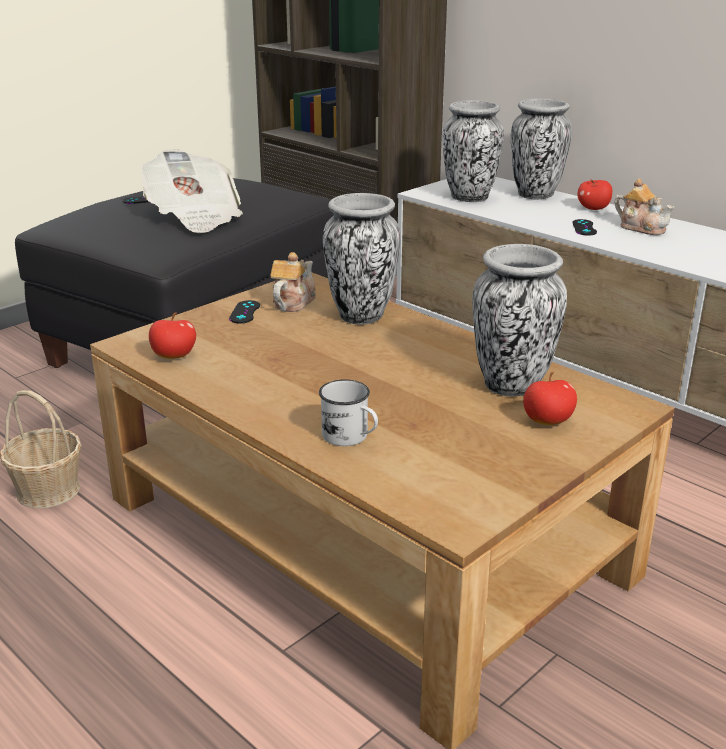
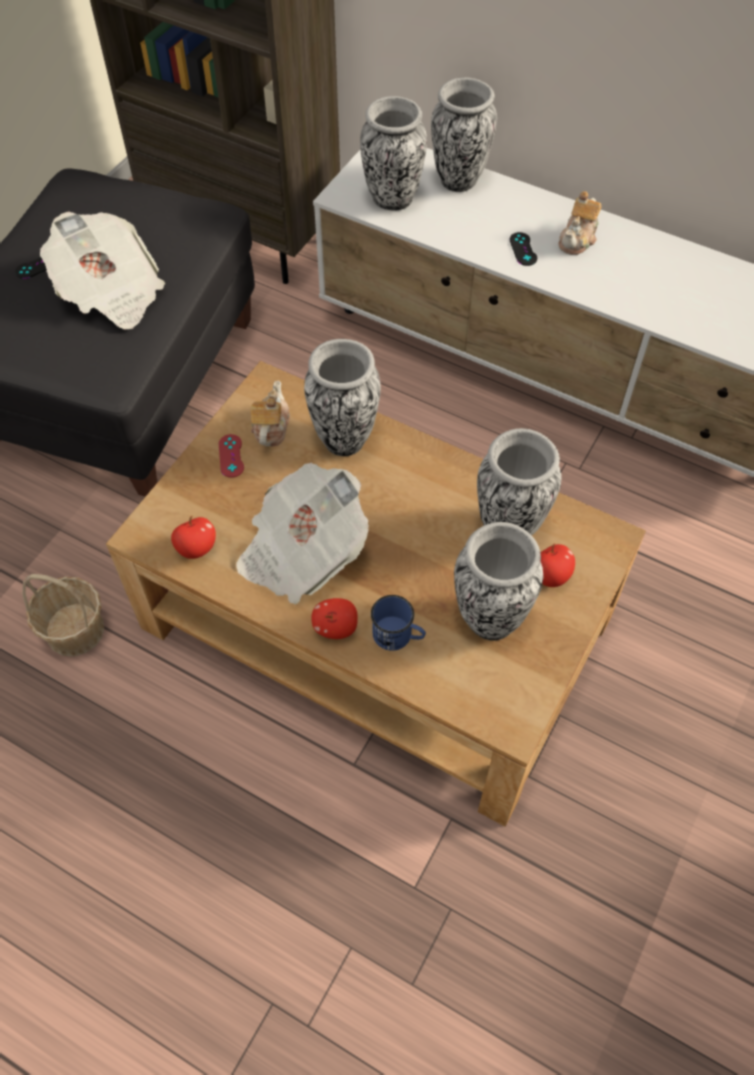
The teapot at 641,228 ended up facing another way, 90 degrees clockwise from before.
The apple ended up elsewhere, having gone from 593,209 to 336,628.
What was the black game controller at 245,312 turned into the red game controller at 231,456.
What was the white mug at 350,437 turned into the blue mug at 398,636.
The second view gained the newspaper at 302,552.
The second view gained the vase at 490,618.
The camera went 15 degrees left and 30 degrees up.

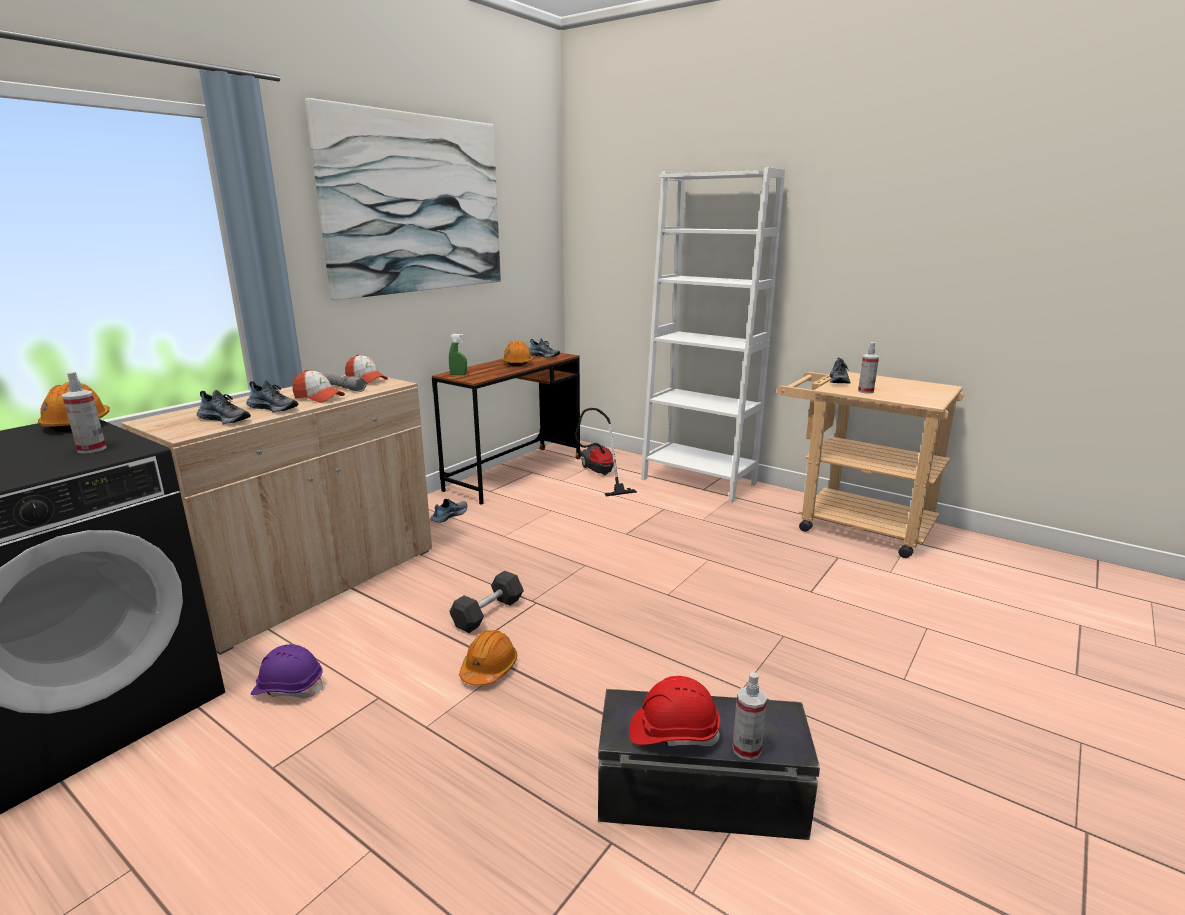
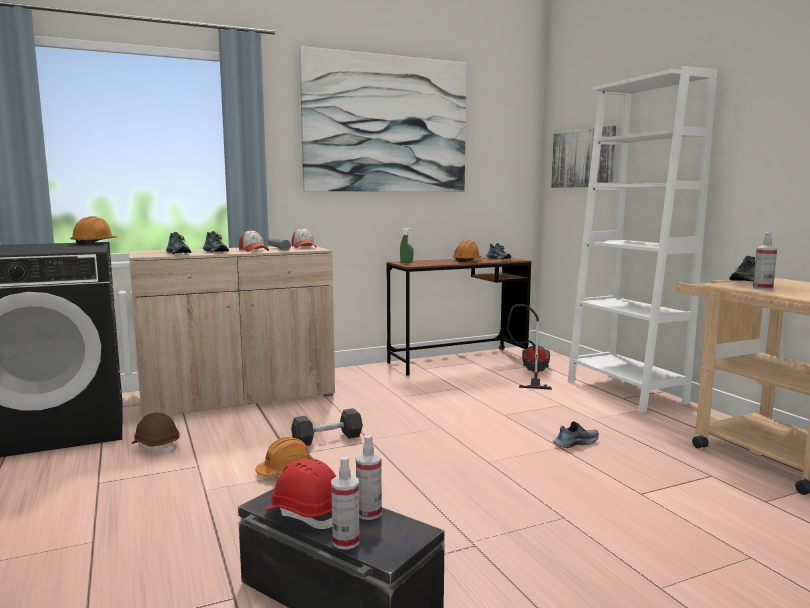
The spray bottle ended up elsewhere, having gone from 92,449 to 369,513.
The shoe ended up elsewhere, having gone from 449,516 to 575,443.
What was the purple hard hat at 289,688 turned into the brown hard hat at 156,447.
The second view gained the picture at 583,158.
The camera went 30 degrees right and 10 degrees down.

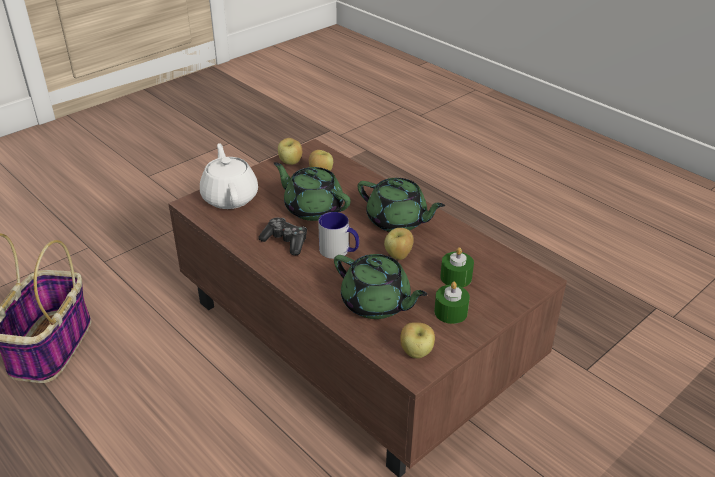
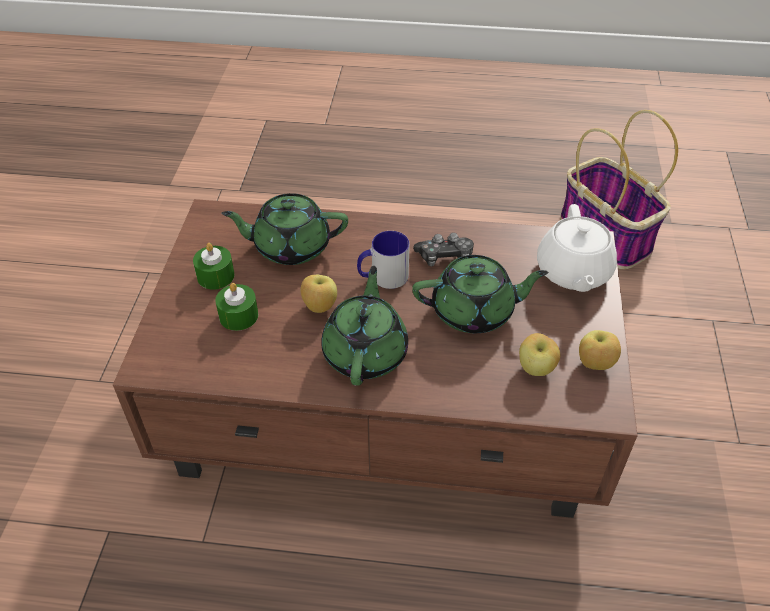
The white teapot at 230,197 ended up facing another way, 60 degrees clockwise from before.
The green teapot at 397,221 ended up facing another way, 105 degrees clockwise from before.
The second view lost the apple at 416,353.
The camera went 140 degrees right and 10 degrees up.

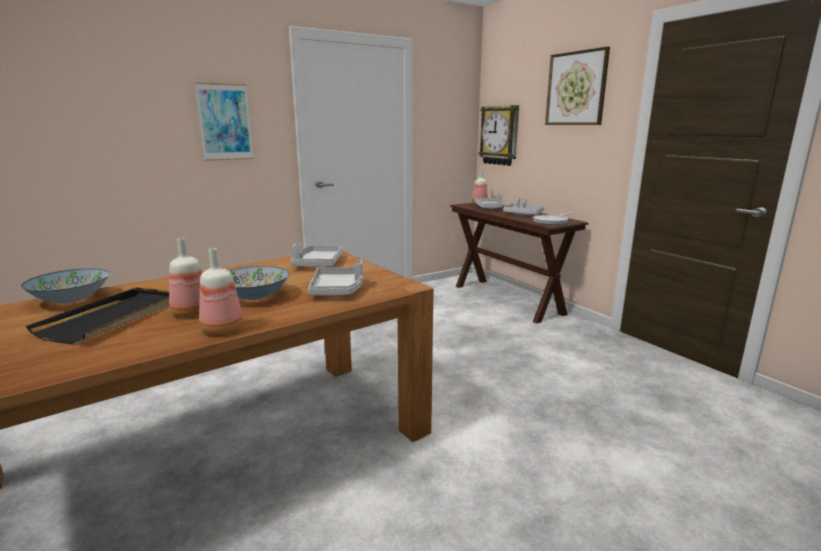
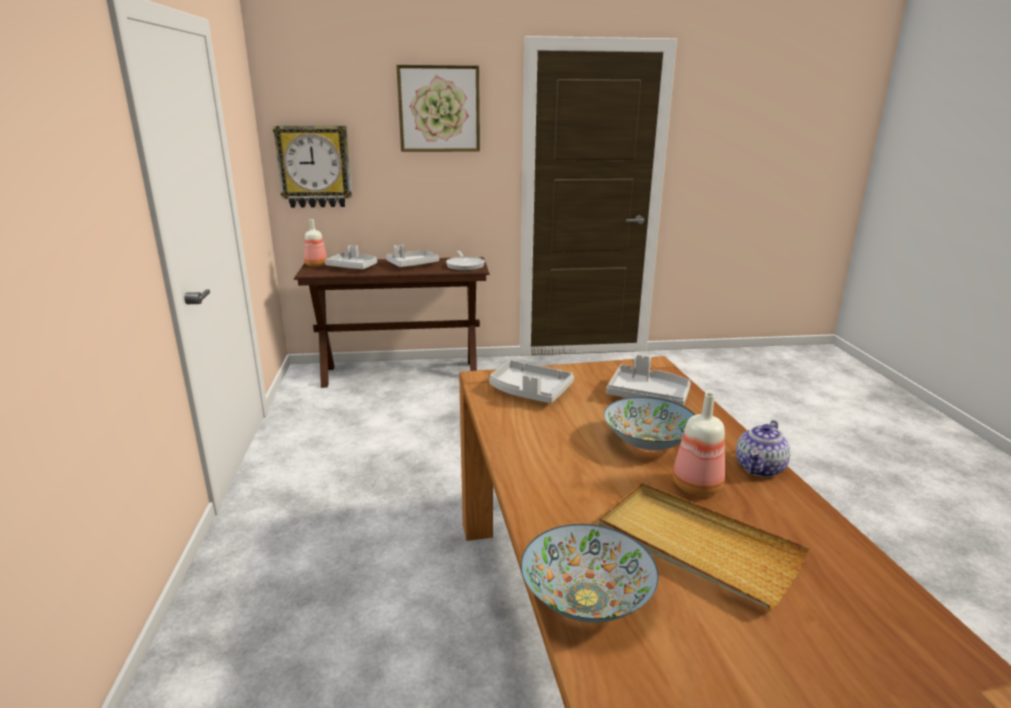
The second view lost the picture at 225,122.
Where the bottle stood at 223,330, the teapot came to stand at 760,468.
What was the black tray at 113,317 turned into the beige tray at 696,547.
The camera went 65 degrees left and 5 degrees up.

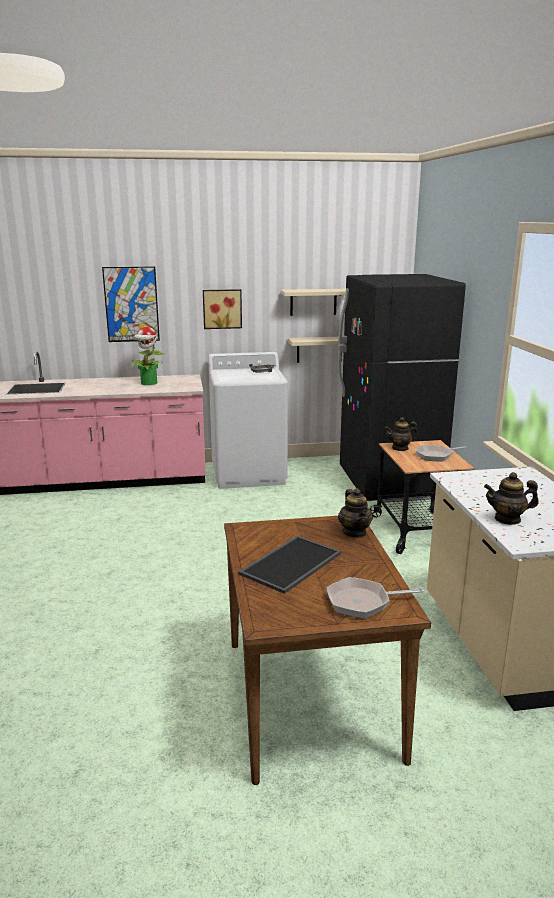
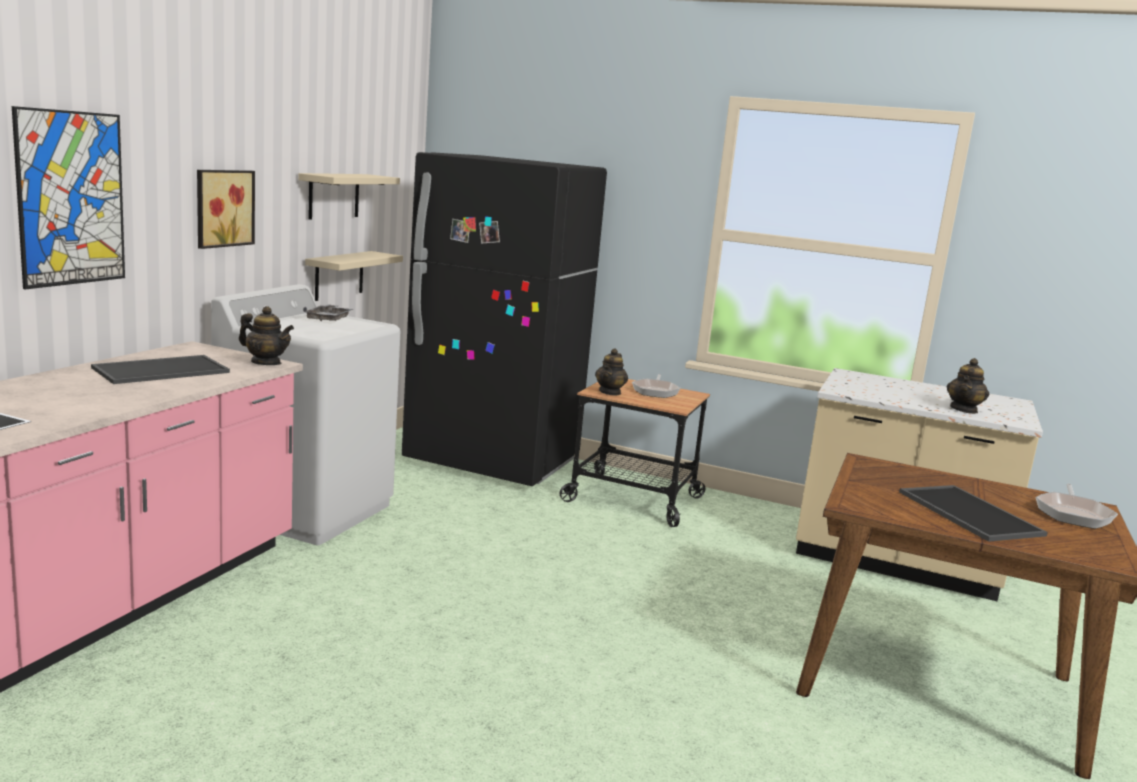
Where the potted plant stood at 149,383, the tray came to stand at 162,370.
The teapot ended up elsewhere, having gone from 355,532 to 266,363.
The camera went 60 degrees left and 5 degrees down.

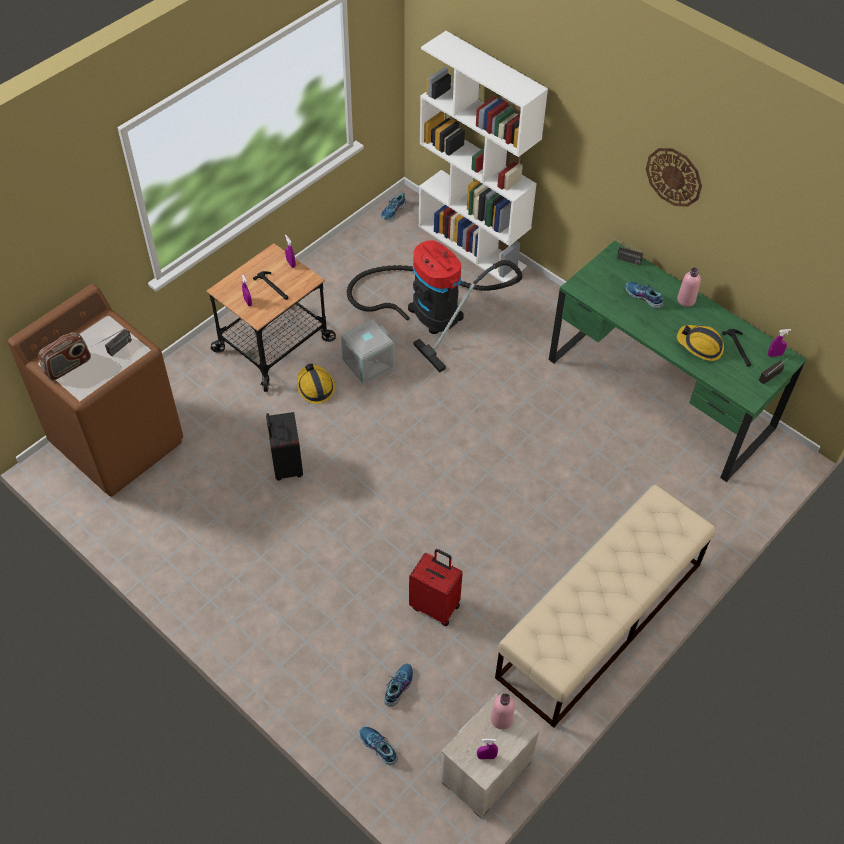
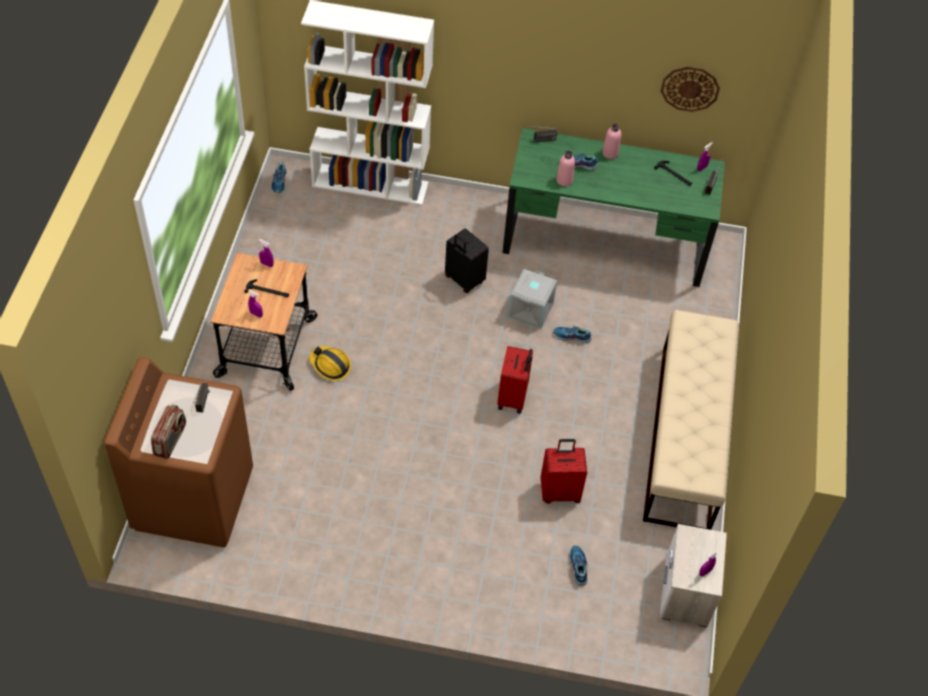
The wall clock ended up elsewhere, having gone from 674,176 to 690,88.
The second view lost the vacuum cleaner at 430,310.
The grey storage box ended up elsewhere, having gone from 368,364 to 531,310.
The second view lost the hard hat at 700,346.
The black suitcase ended up elsewhere, having gone from 286,466 to 463,280.
The pink bottle ended up elsewhere, having gone from 501,719 to 564,180.
The shoe ended up elsewhere, having gone from 378,747 to 571,337.
The second view gained the red suitcase at 513,398.
The camera went 35 degrees left and 0 degrees up.

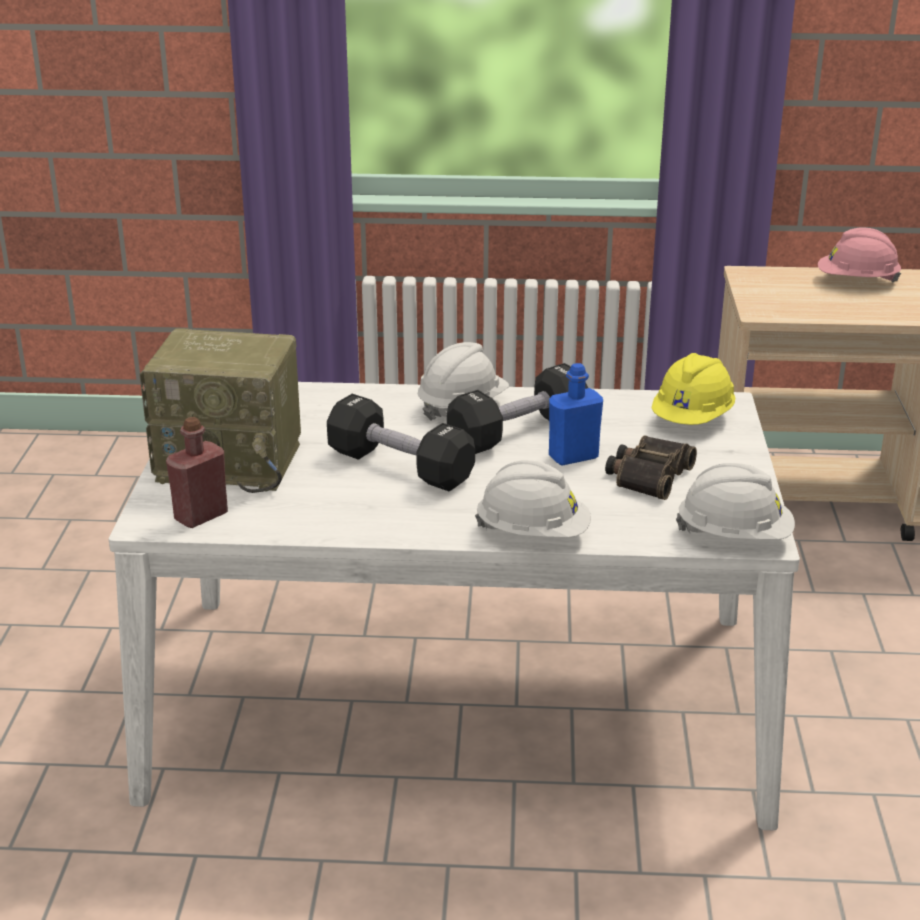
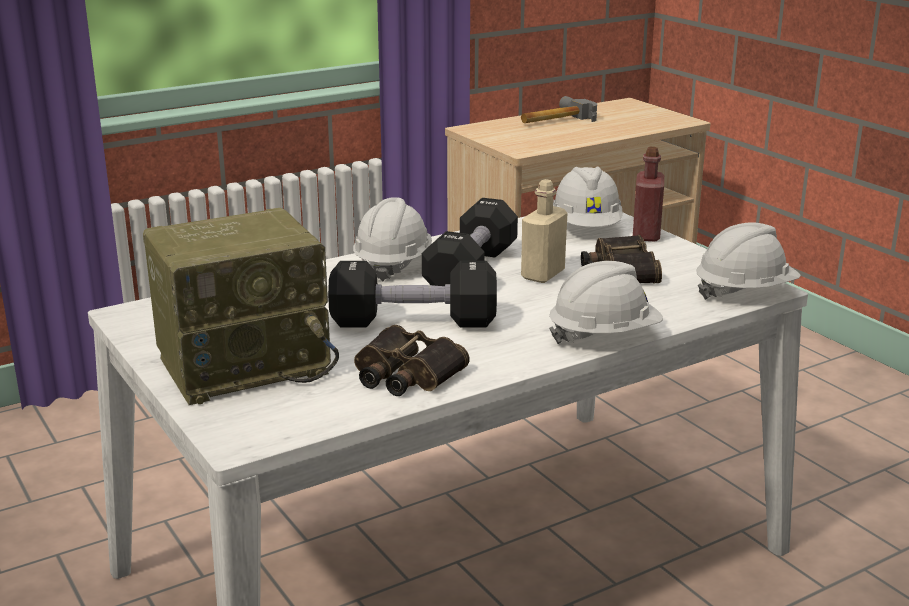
Where the pink hard hat stood at 856,282, the hammer came to stand at 554,120.
What was the yellow hard hat at 692,419 turned into the white hard hat at 586,227.
What was the blue bottle at 573,456 turned into the beige bottle at 543,274.
The red bottle ended up elsewhere, having gone from 201,516 to 646,234.
The second view gained the binoculars at 404,374.
The camera went 35 degrees left and 5 degrees down.

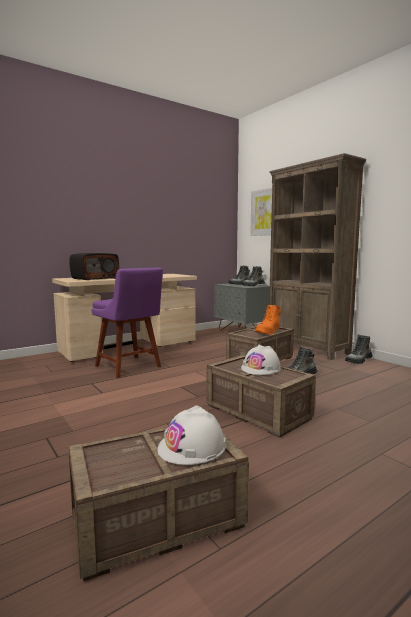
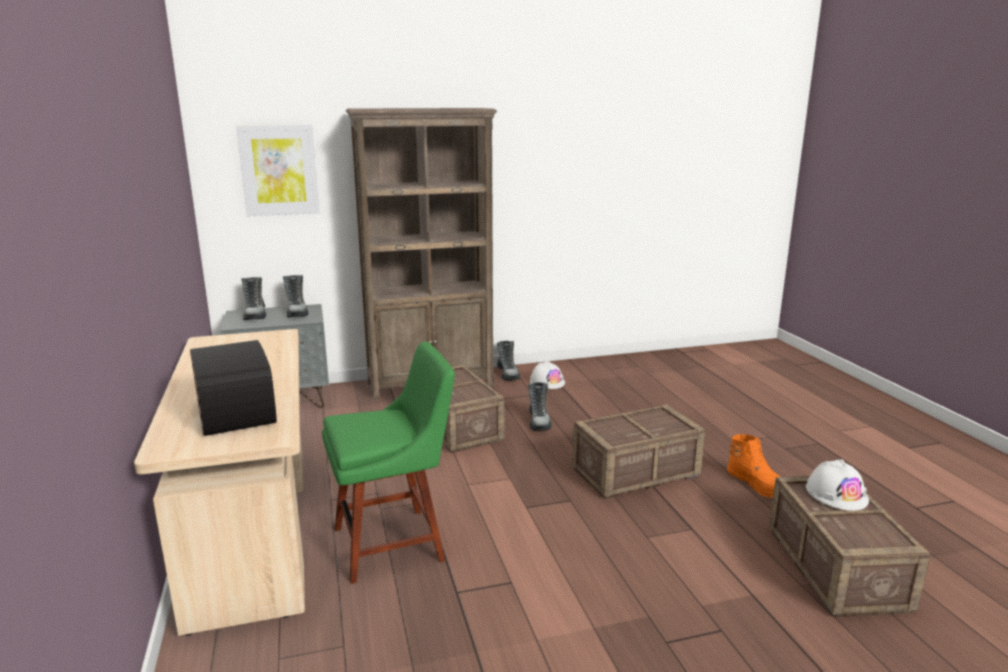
What was the purple chair at 129,367 turned into the green chair at 394,542.
The orange boot ended up elsewhere, having gone from 268,332 to 757,485.
The white hard hat ended up elsewhere, having gone from 261,368 to 547,382.
The camera went 70 degrees left and 10 degrees up.

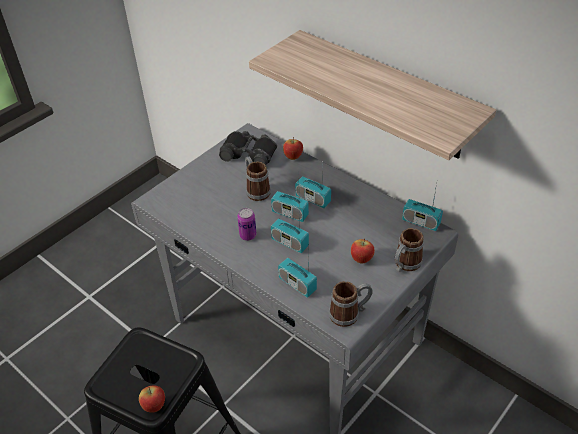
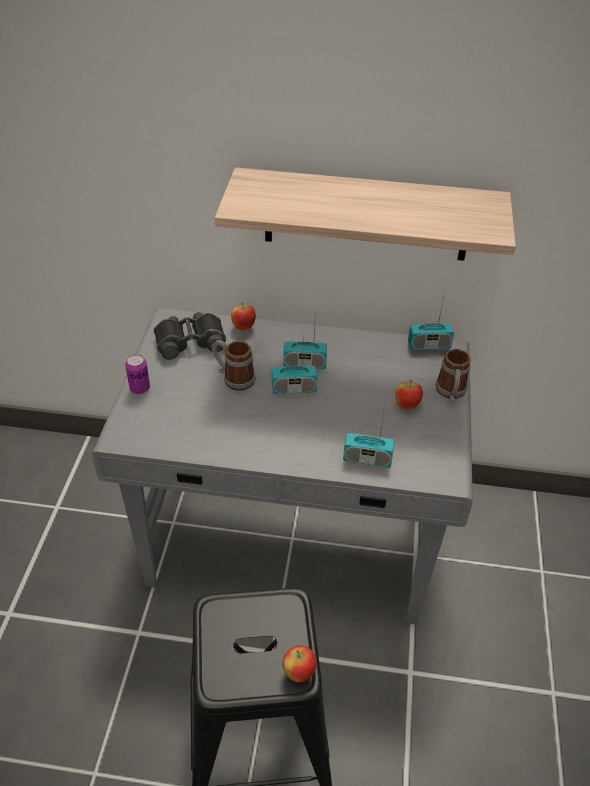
The second view lost the radio at 289,243.
The can ended up elsewhere, having gone from 248,235 to 140,388.
The second view lost the mug at 349,313.
The camera went 35 degrees left and 0 degrees up.

